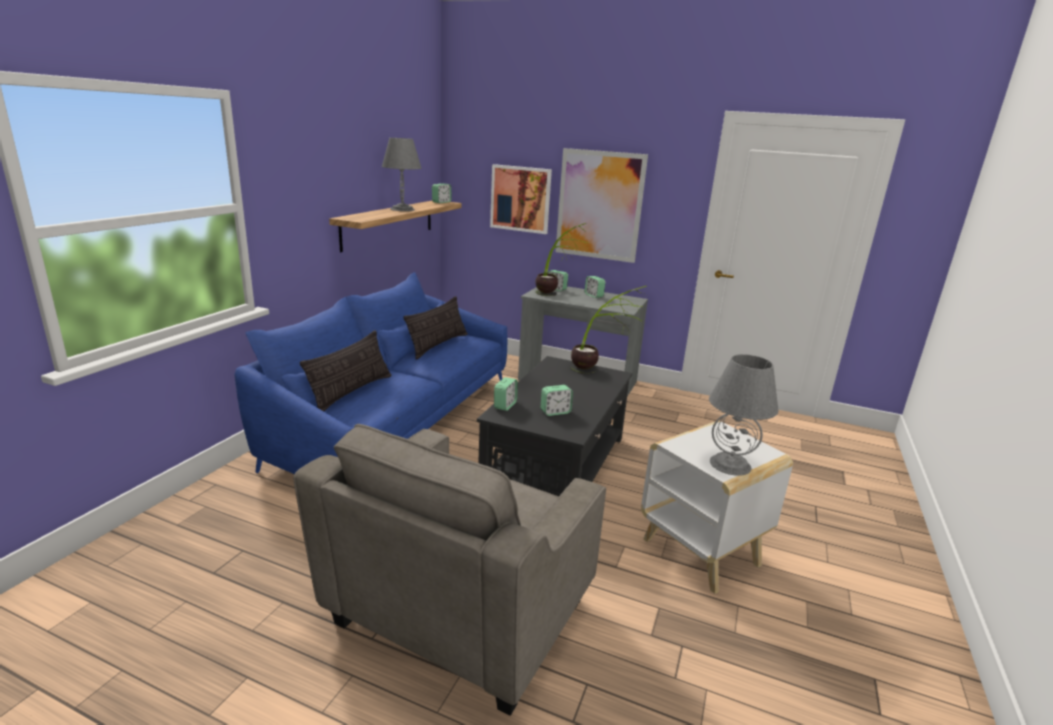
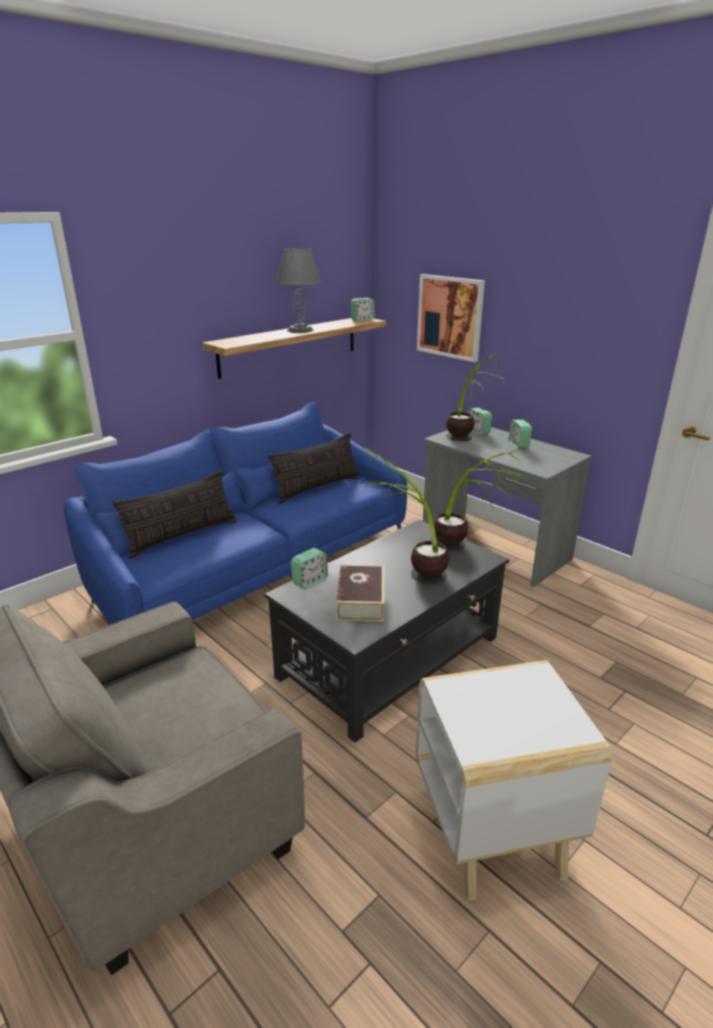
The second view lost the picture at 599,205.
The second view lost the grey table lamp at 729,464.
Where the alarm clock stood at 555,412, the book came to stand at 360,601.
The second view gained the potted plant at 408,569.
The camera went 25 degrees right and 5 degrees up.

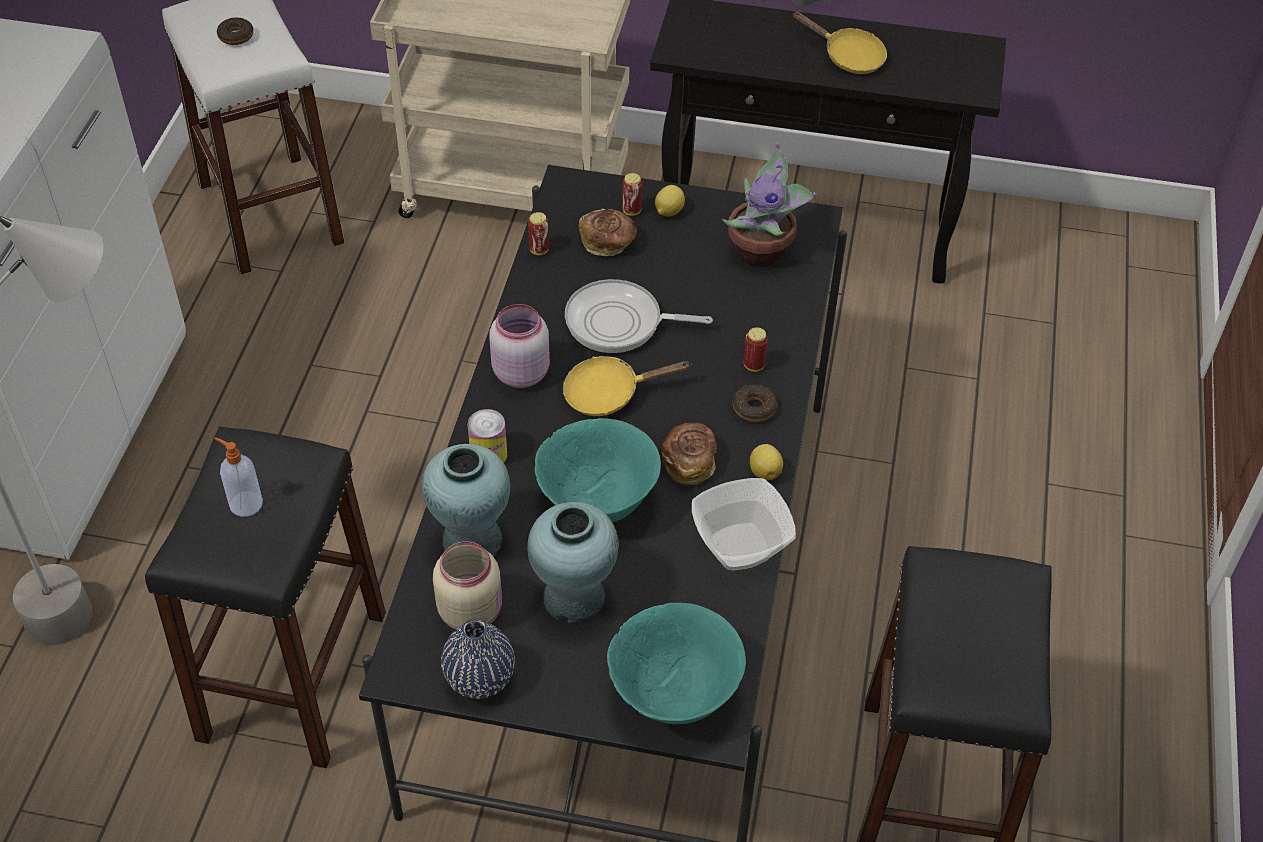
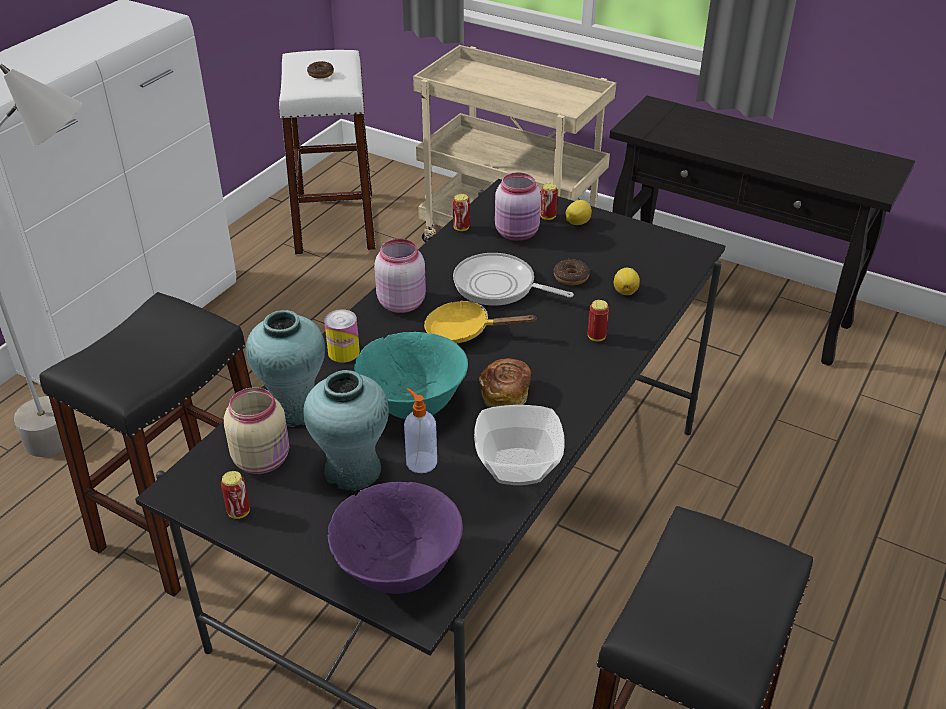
The second view lost the yellow frying pan at 848,57.
The second view lost the potted plant at 763,251.
Where the bread stood at 608,243, the pink jar came to stand at 518,233.
The donut ended up elsewhere, having gone from 754,408 to 571,277.
The soap dispenser ended up elsewhere, having gone from 245,503 to 420,461.
The lemon ended up elsewhere, having gone from 765,471 to 625,291.
What was the turquoise bowl at 675,694 turned into the purple bowl at 398,570.
Where the blue vase stood at 479,678, the can came to stand at 238,512.
The camera went 20 degrees right and 10 degrees down.

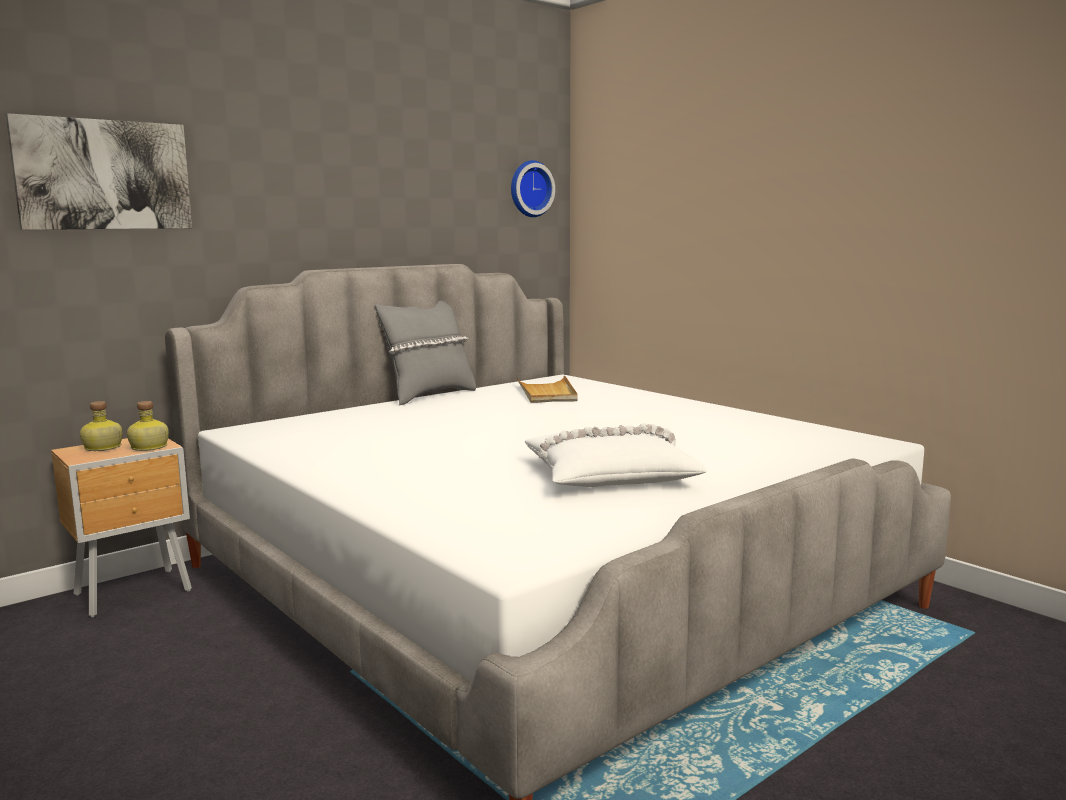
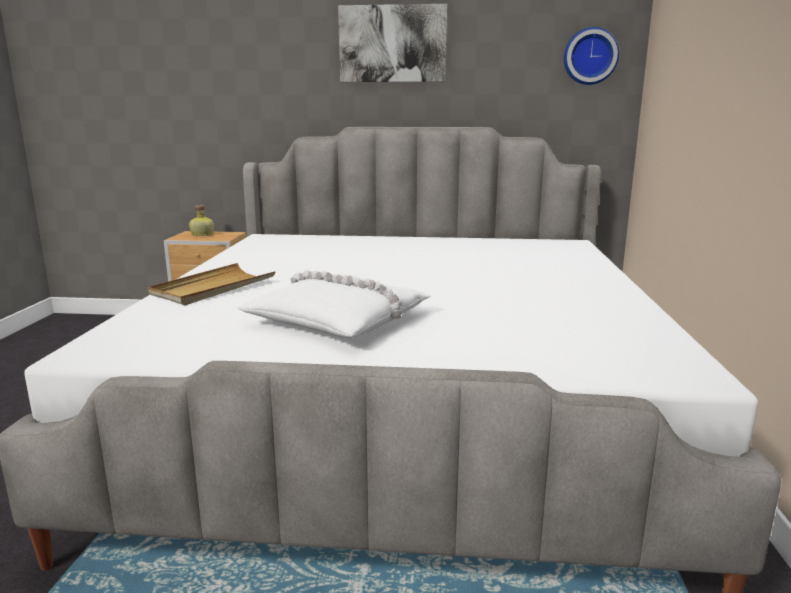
The picture ended up elsewhere, having gone from 104,175 to 392,44.
The second view lost the grey pillow at 428,395.
The beige tray ended up elsewhere, having gone from 547,393 to 213,288.
The second view lost the bottle at 148,447.
The camera went 45 degrees right and 5 degrees up.

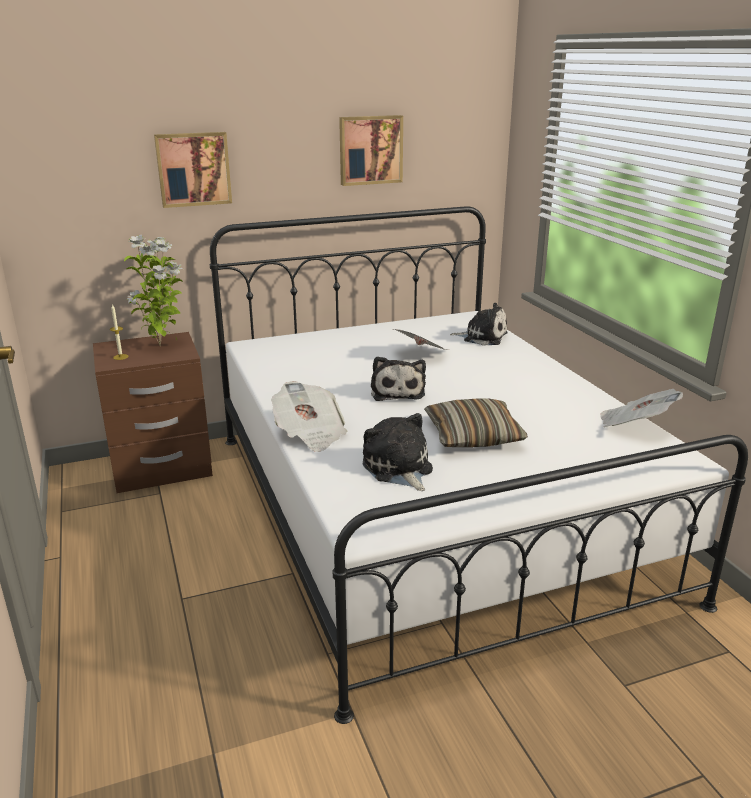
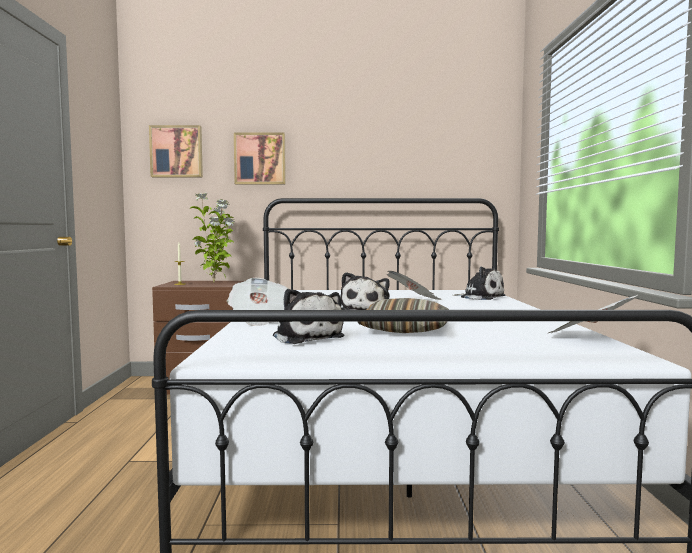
The picture ended up elsewhere, having gone from 370,150 to 177,152.
The plush toy at 398,469 ended up facing another way, 150 degrees clockwise from before.
The camera went 20 degrees right and 20 degrees down.

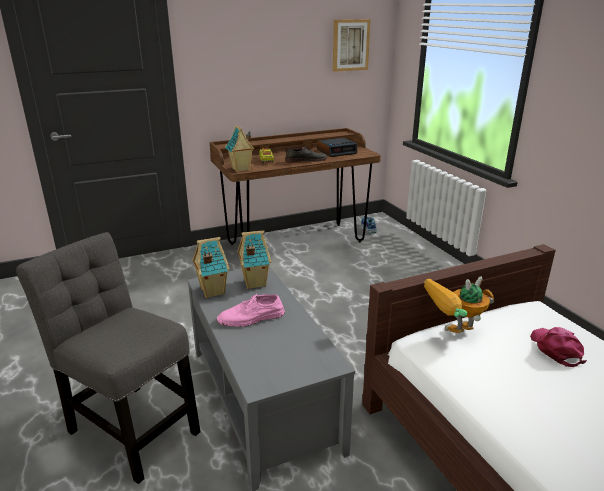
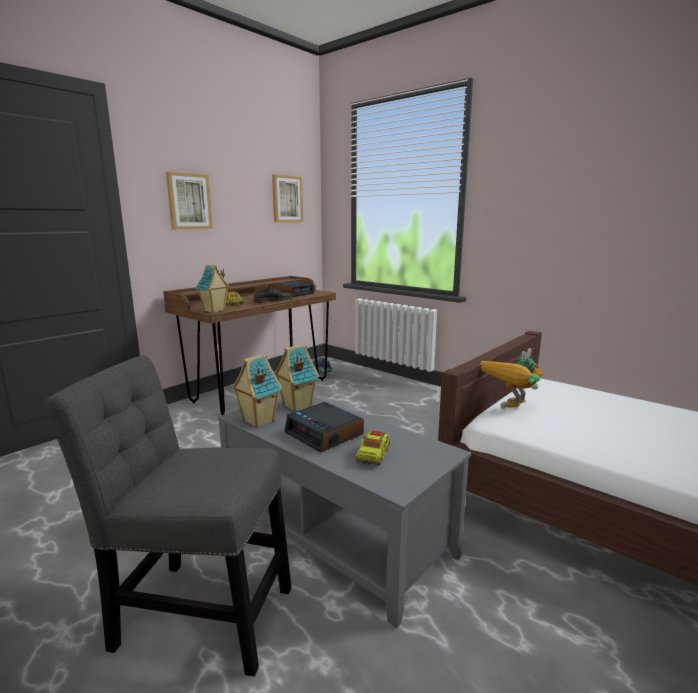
Where the pink shoe stood at 251,318, the alarm clock came to stand at 325,434.
The second view lost the pink cap at 556,349.
The second view gained the picture at 189,201.
The second view gained the toy truck at 373,455.
The camera went 25 degrees left and 10 degrees down.

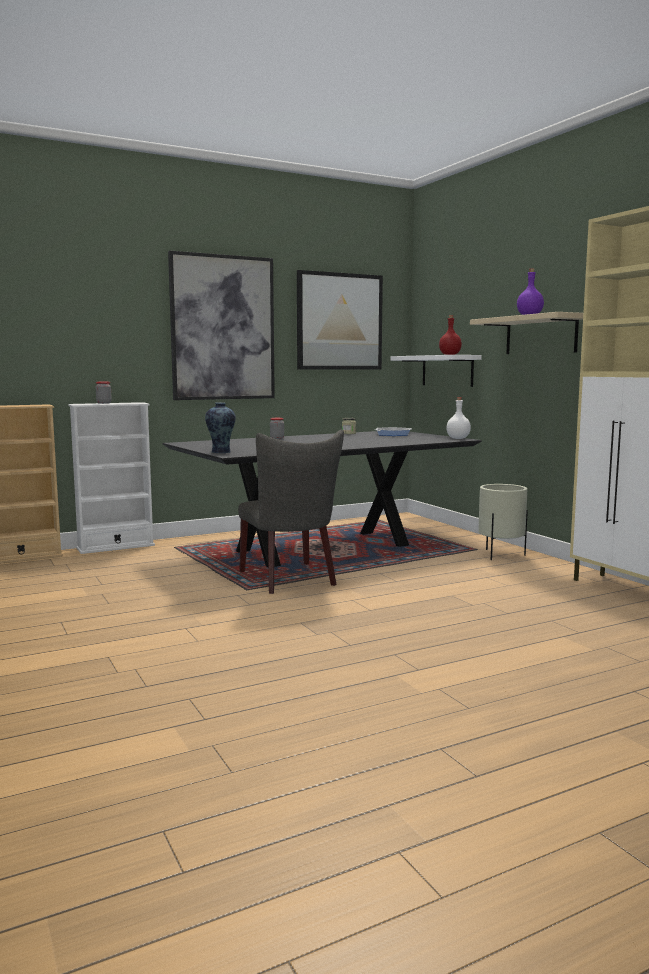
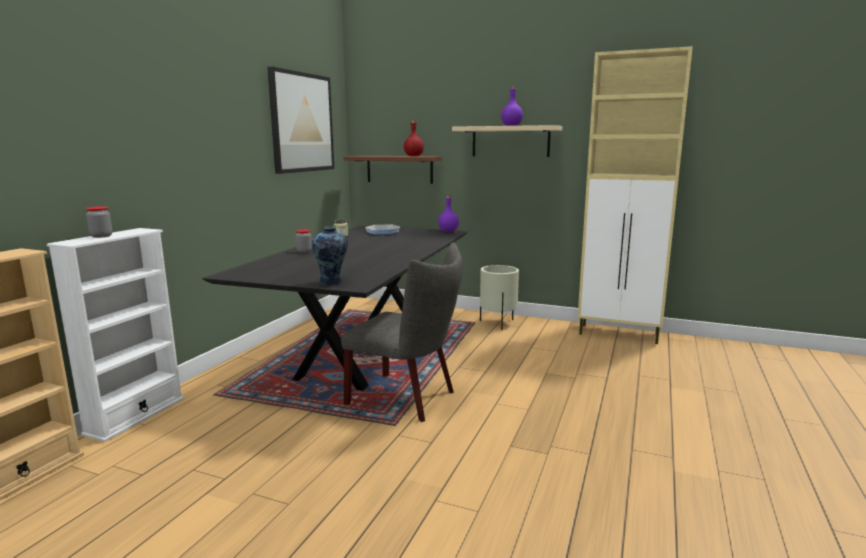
The second view lost the picture at 222,328.
What was the white shelf at 447,370 turned into the brown shelf at 399,169.
What was the white bottle at 457,438 turned into the purple bottle at 448,231.
The camera went 40 degrees left and 5 degrees up.

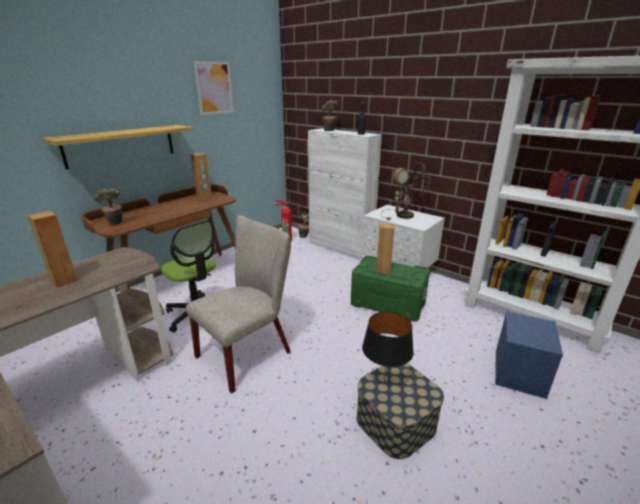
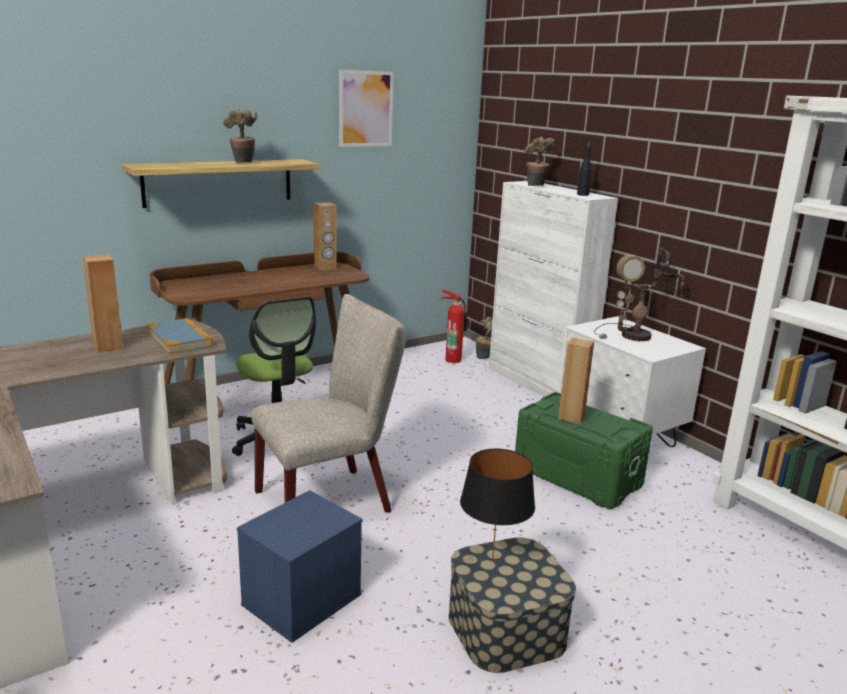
The potted plant ended up elsewhere, having gone from 115,224 to 243,163.
The blue storage box ended up elsewhere, having gone from 520,373 to 301,601.
The second view gained the book at 180,339.
The camera went 15 degrees right and 5 degrees down.

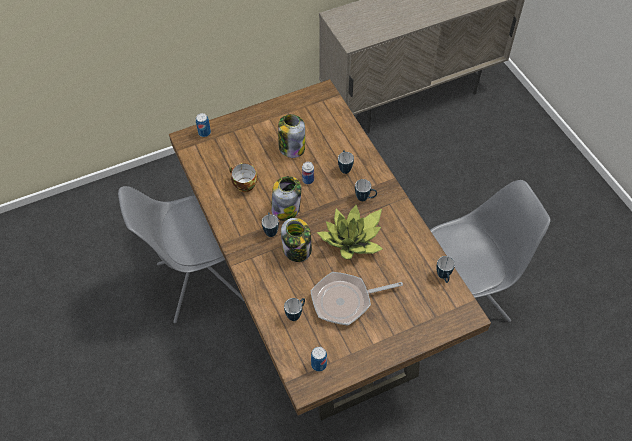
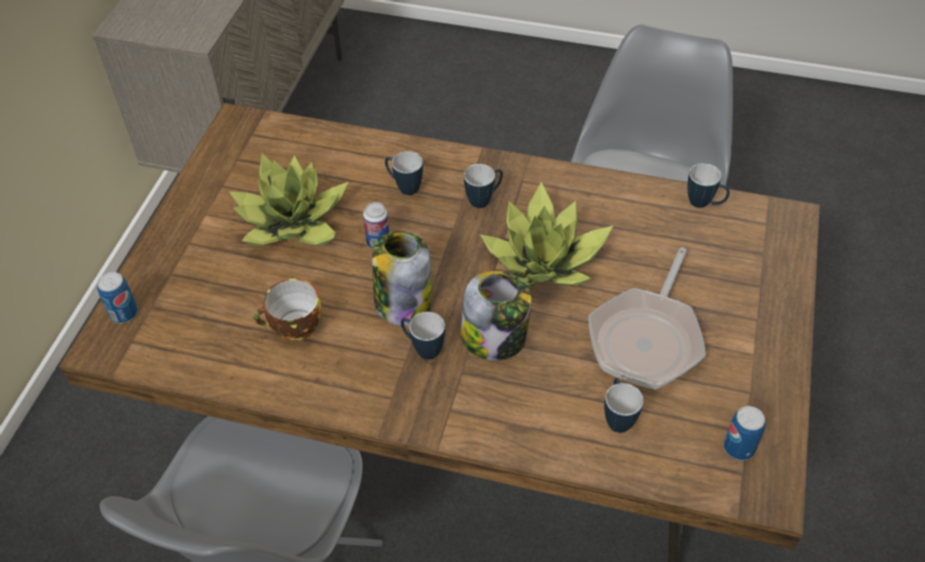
Where the jar stood at 291,147, the potted plant came to stand at 293,223.
The camera went 50 degrees left and 5 degrees down.

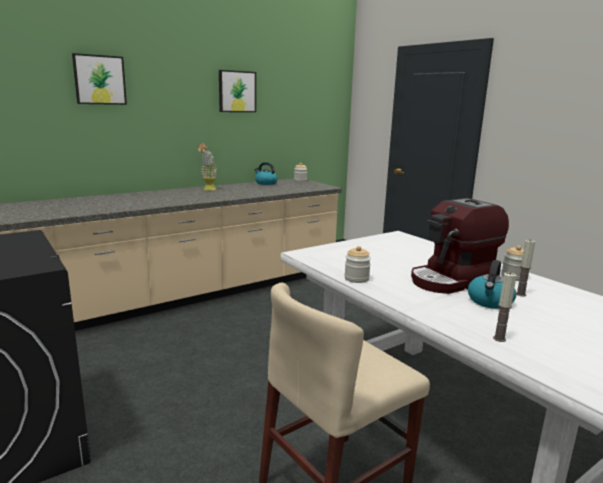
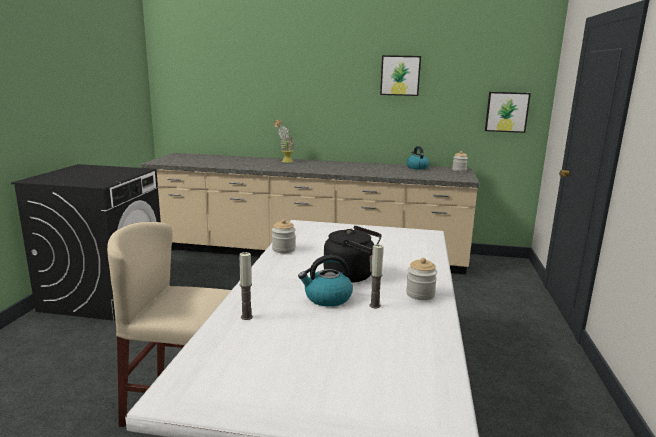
The picture ended up elsewhere, having gone from 99,80 to 506,112.
The potted plant ended up elsewhere, having gone from 208,190 to 284,161.
Where the coffee machine stood at 453,280, the black kettle came to stand at 352,276.
The camera went 45 degrees right and 0 degrees up.

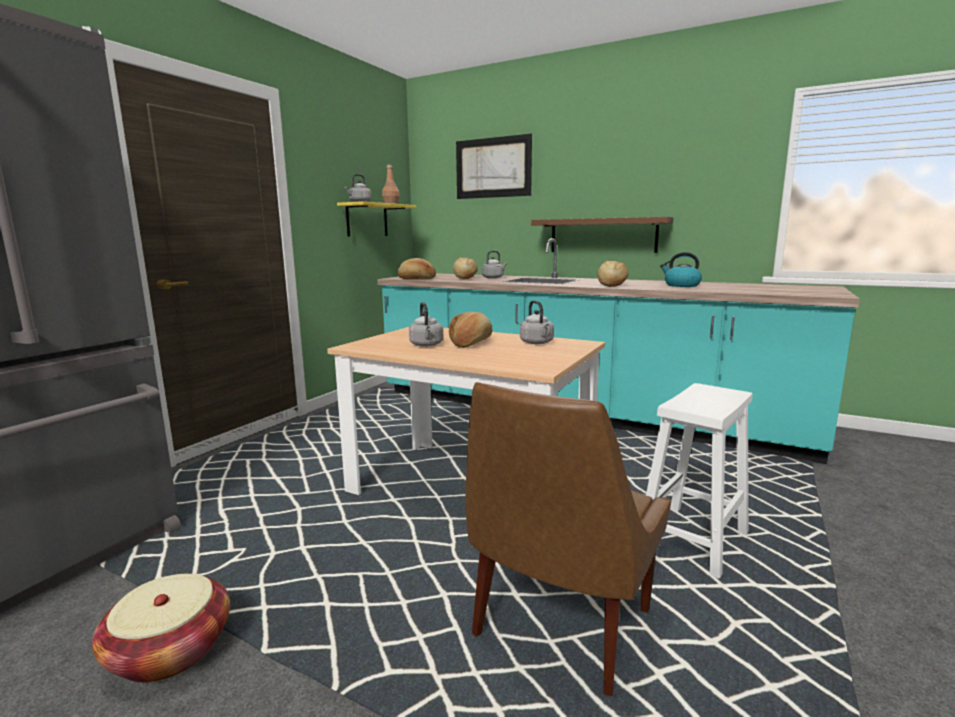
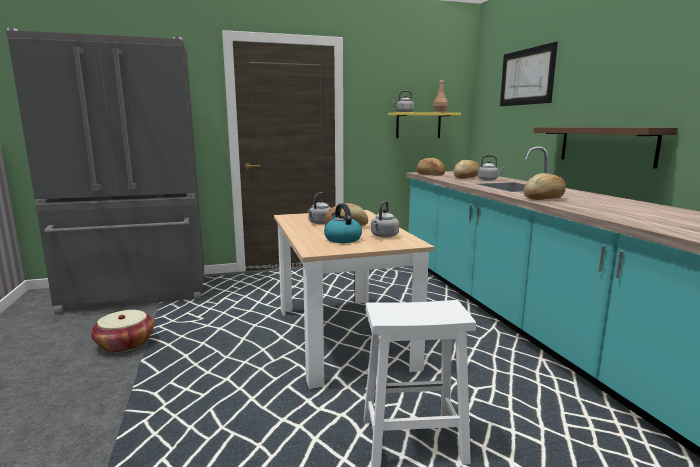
The kettle ended up elsewhere, having gone from 681,285 to 342,239.
The second view lost the brown chair at 559,627.
The camera went 45 degrees right and 0 degrees up.

